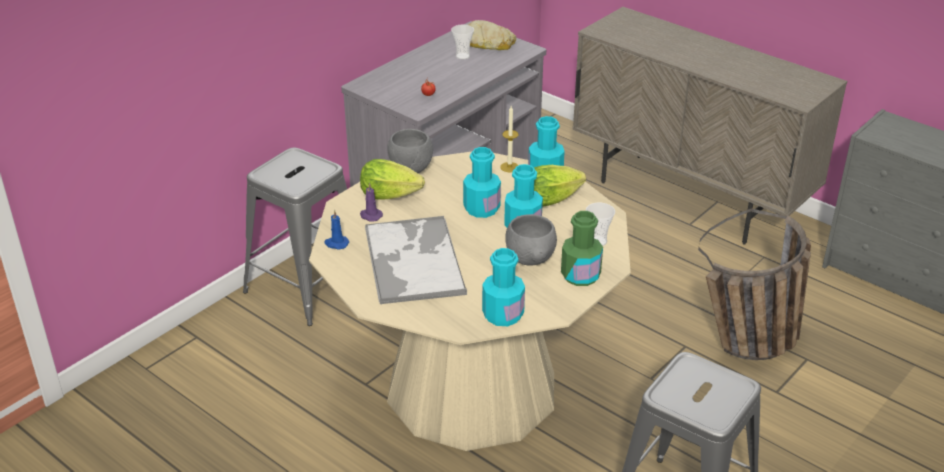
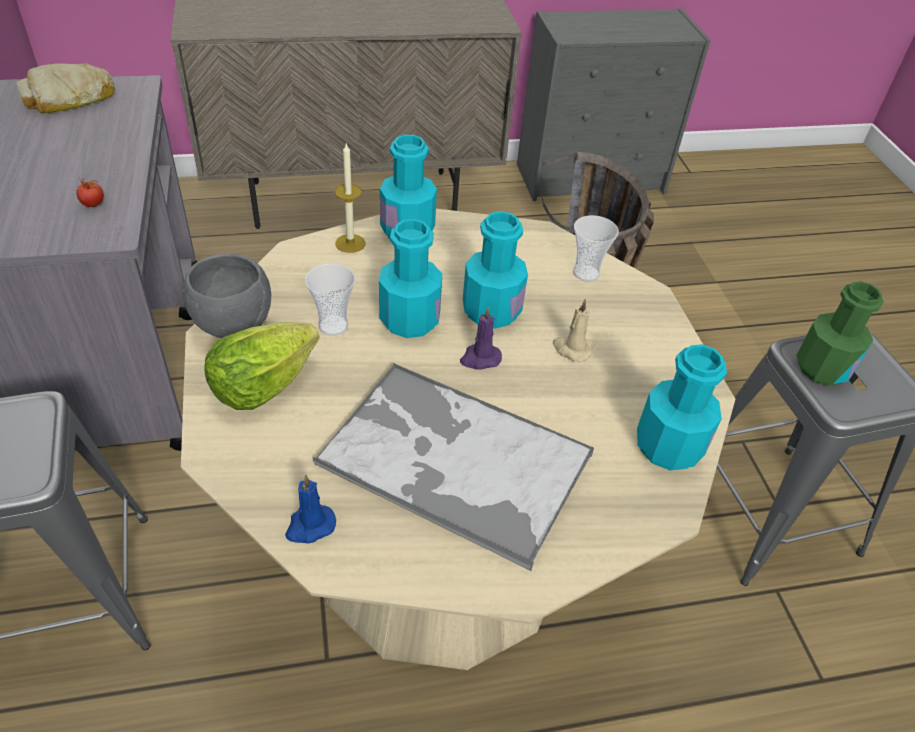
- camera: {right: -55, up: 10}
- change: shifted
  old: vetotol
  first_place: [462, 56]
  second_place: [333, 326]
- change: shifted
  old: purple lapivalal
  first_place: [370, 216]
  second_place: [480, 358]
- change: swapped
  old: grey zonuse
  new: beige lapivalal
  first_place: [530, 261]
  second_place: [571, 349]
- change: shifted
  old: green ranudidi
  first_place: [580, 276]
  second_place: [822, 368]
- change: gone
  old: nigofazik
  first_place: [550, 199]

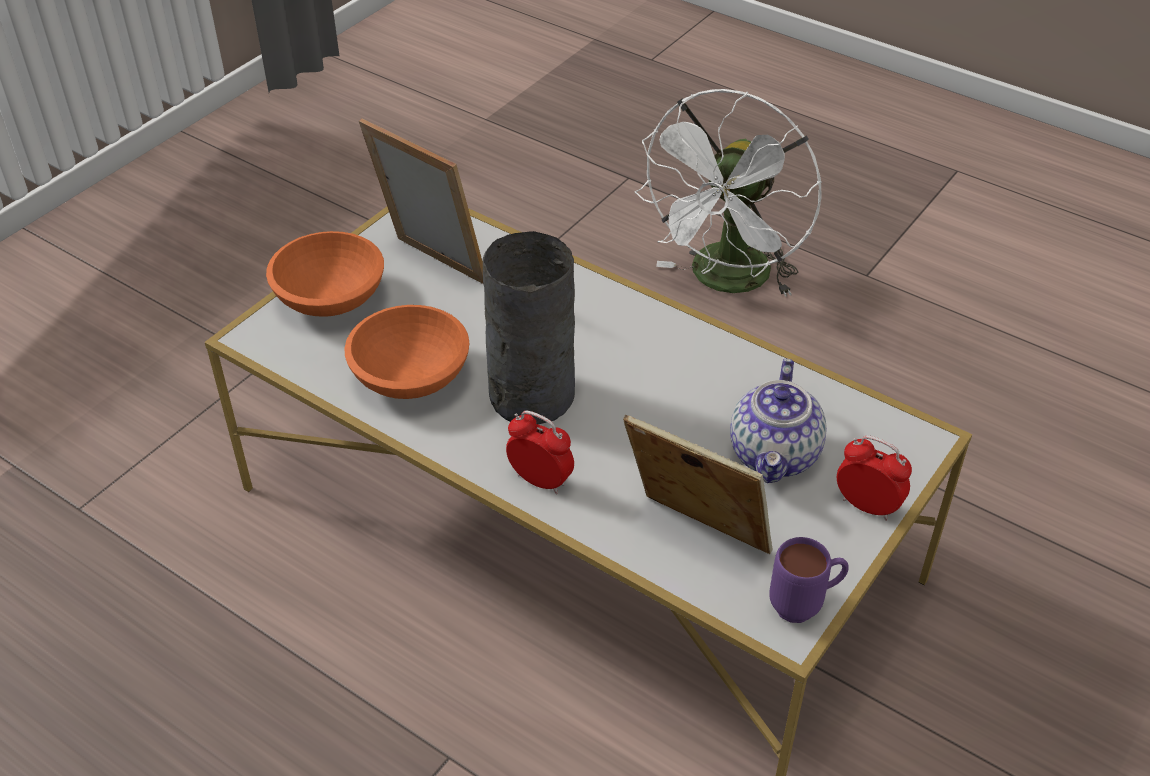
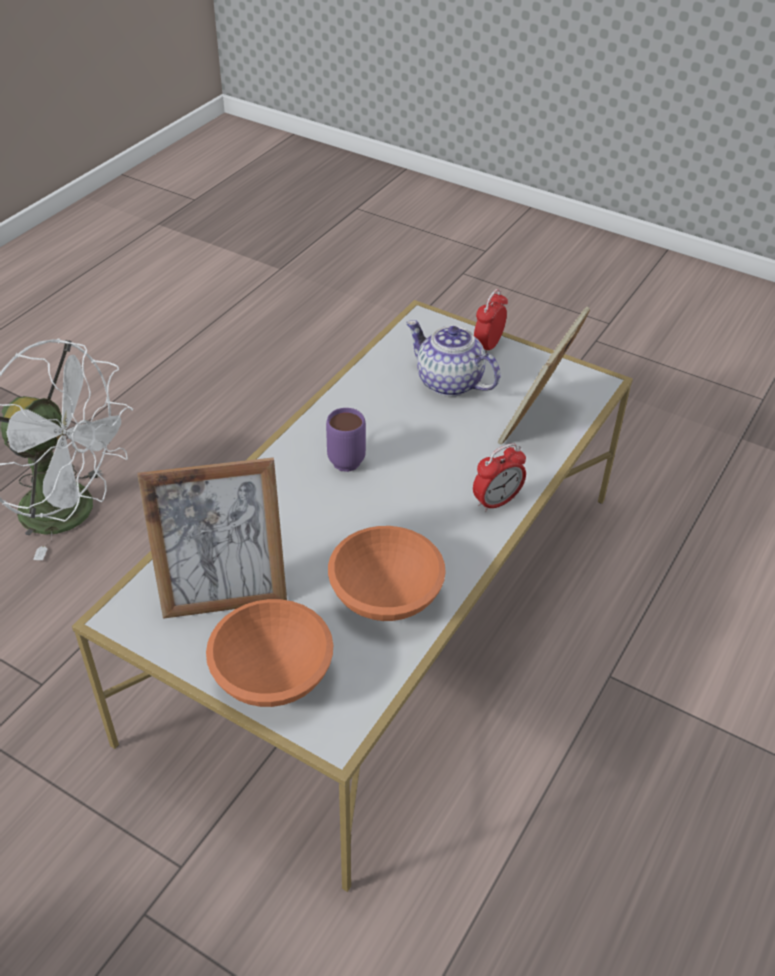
- camera: {right: -95, up: 0}
- change: rotated
  old: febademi
  first_place: [431, 268]
  second_place: [224, 596]
  degrees: -135
- change: shifted
  old: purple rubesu
  first_place: [805, 606]
  second_place: [344, 457]
- change: rotated
  old: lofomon
  first_place: [775, 455]
  second_place: [448, 382]
  degrees: -150
- change: rotated
  old: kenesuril
  first_place: [540, 480]
  second_place: [496, 501]
  degrees: -150
- change: gone
  old: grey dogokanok
  first_place: [529, 396]

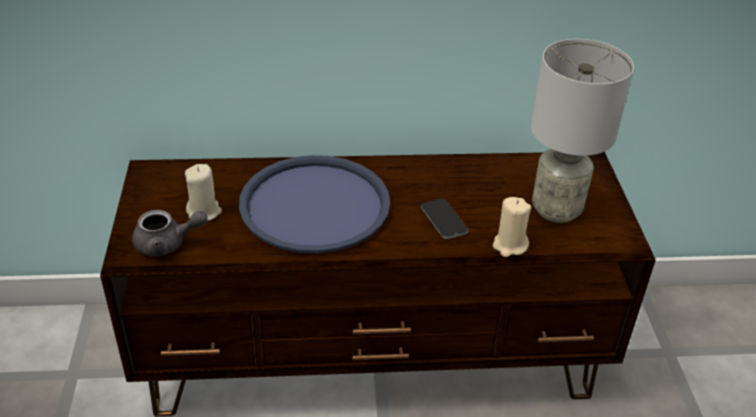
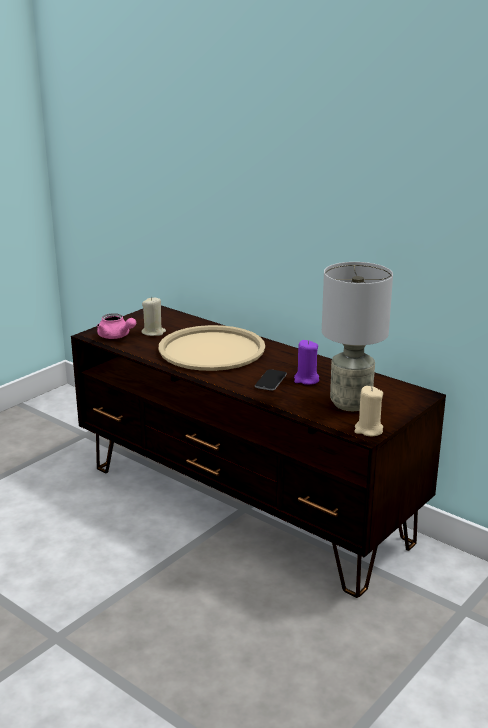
- camera: {right: 45, up: -15}
- change: repainted
  old: grey lofomon
  new: pink lofomon
  first_place: [167, 244]
  second_place: [116, 336]
- change: repainted
  old: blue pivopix
  new: beige pivopix
  first_place: [314, 205]
  second_place: [211, 350]
- change: new
  new: purple lapivalal
  second_place: [306, 380]
- change: shifted
  old: beige lapivalal
  first_place: [509, 245]
  second_place: [368, 430]

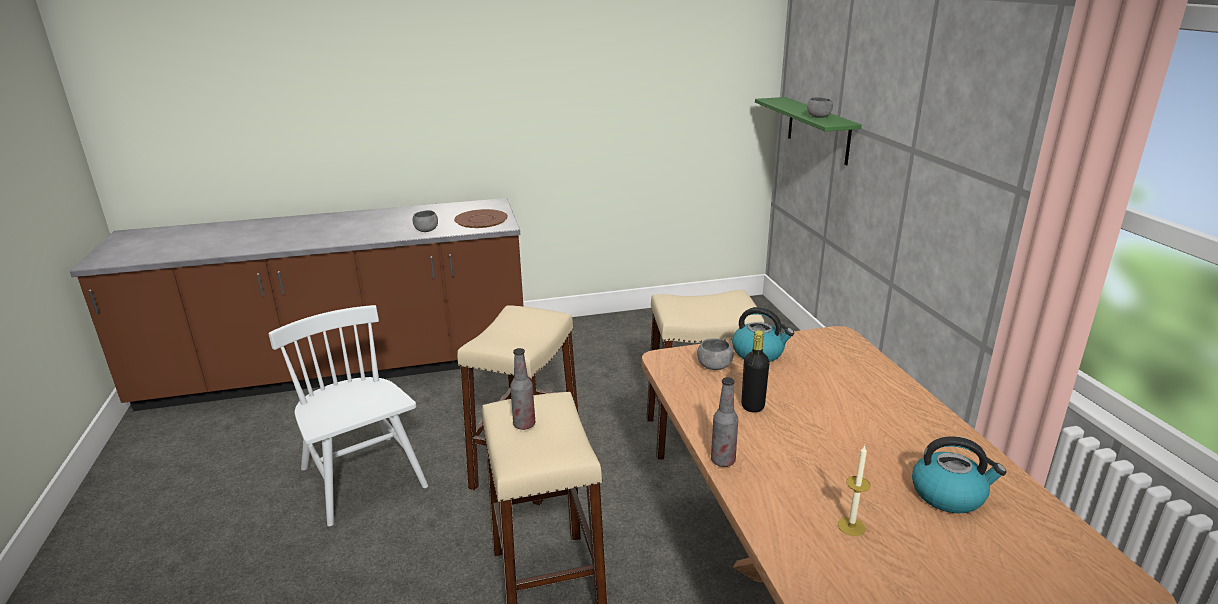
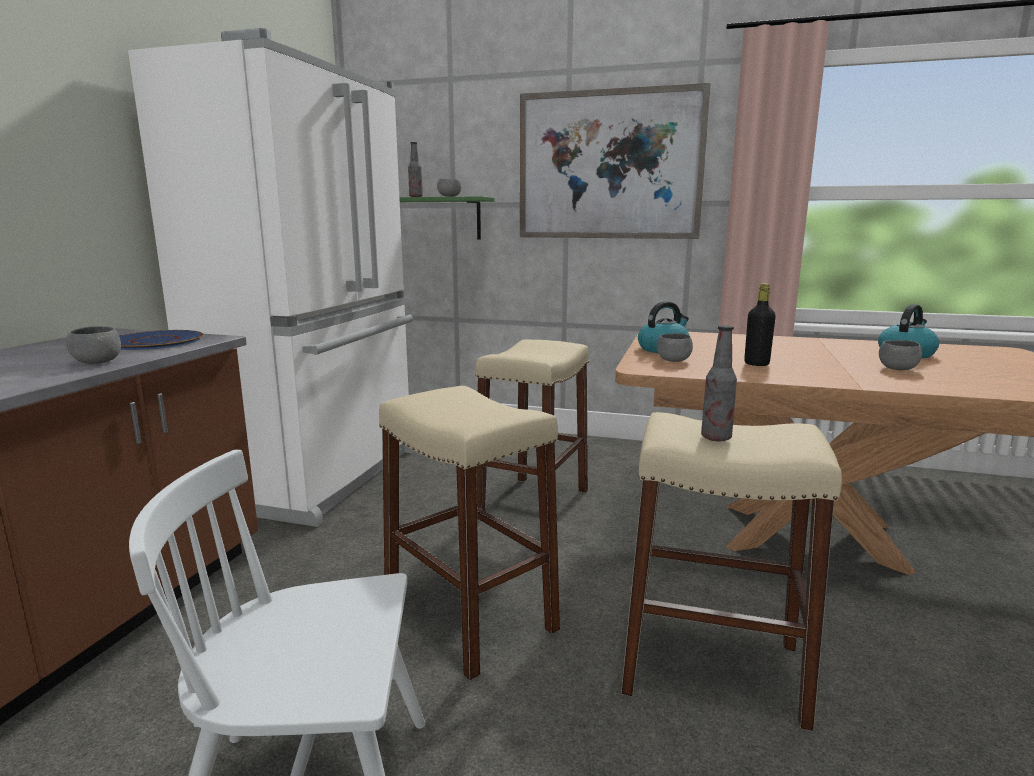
- camera: {right: -60, up: -10}
- change: repainted
  old: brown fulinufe
  new: blue fulinufe
  first_place: [481, 220]
  second_place: [156, 341]
- change: new
  new: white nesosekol
  second_place: [321, 477]
- change: shifted
  old: ranudidi
  first_place: [723, 461]
  second_place: [416, 197]
- change: new
  new: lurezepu
  second_place: [609, 165]
- change: new
  new: grey zonuse
  second_place: [897, 369]
- change: gone
  old: lapivalal
  first_place: [851, 526]

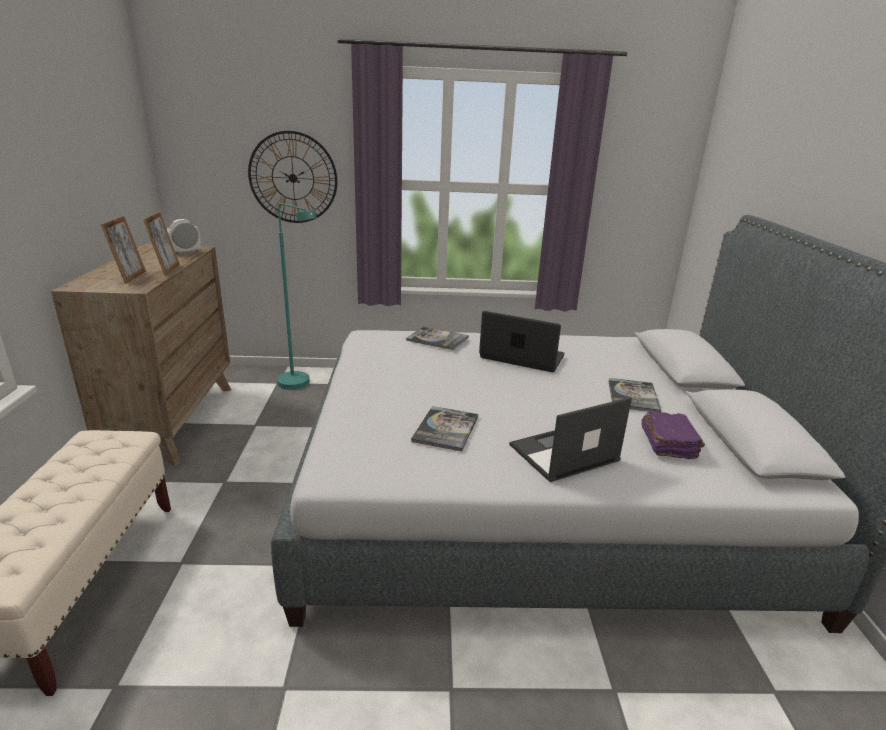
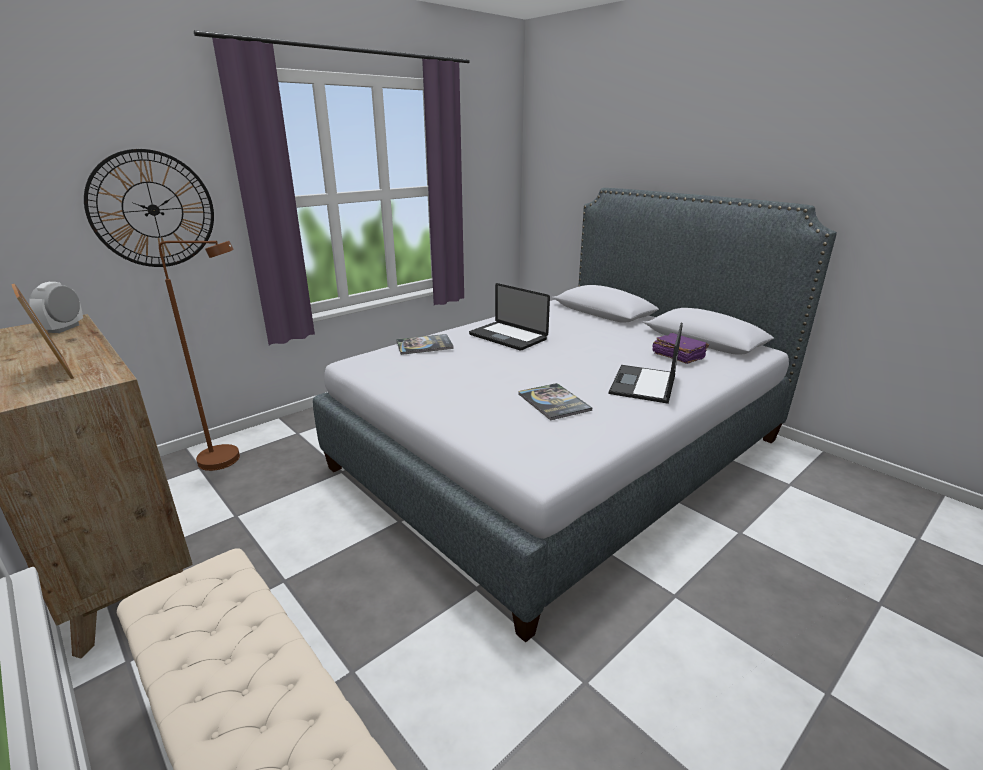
- camera: {right: -40, up: 0}
- change: repainted
  old: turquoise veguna
  new: brown veguna
  first_place: [300, 385]
  second_place: [231, 459]
- change: rotated
  old: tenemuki
  first_place: [522, 357]
  second_place: [507, 337]
  degrees: -120
- change: gone
  old: febademi
  first_place: [166, 270]
- change: gone
  old: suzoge
  first_place: [633, 396]

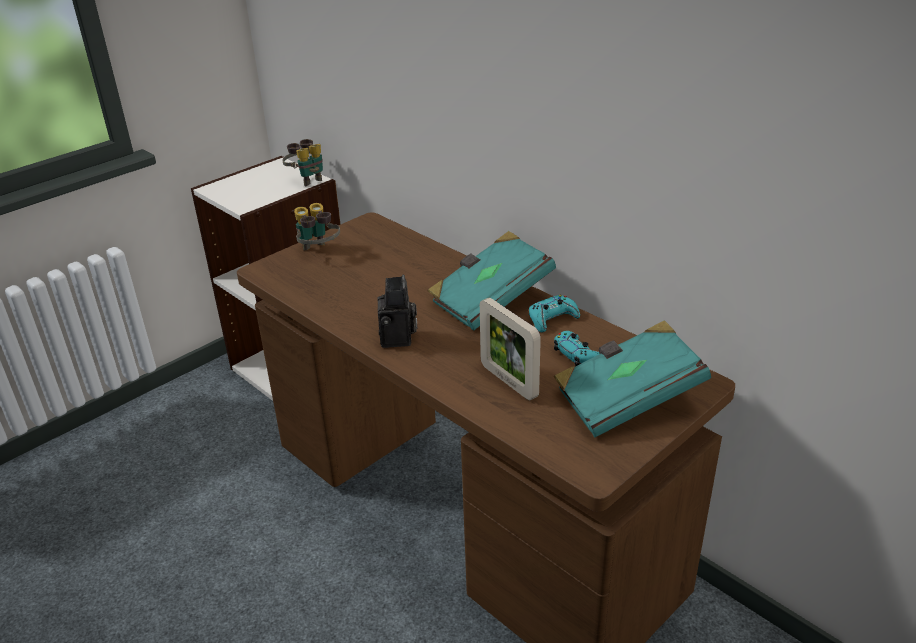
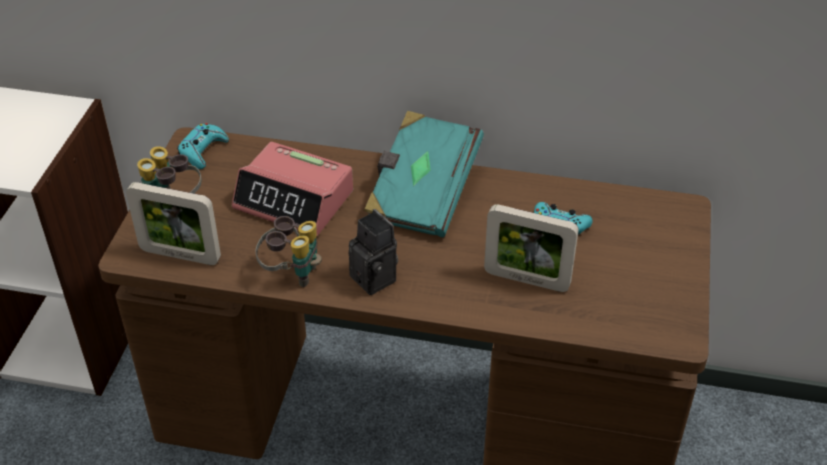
- camera: {right: -35, up: 10}
- change: new
  new: febademi
  second_place: [180, 255]
- change: shifted
  old: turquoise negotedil
  first_place: [552, 319]
  second_place: [203, 151]
- change: new
  new: kenesuril
  second_place: [294, 200]
- change: shifted
  old: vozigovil
  first_place: [307, 180]
  second_place: [292, 273]
- change: gone
  old: turquoise suzoge
  first_place: [626, 399]

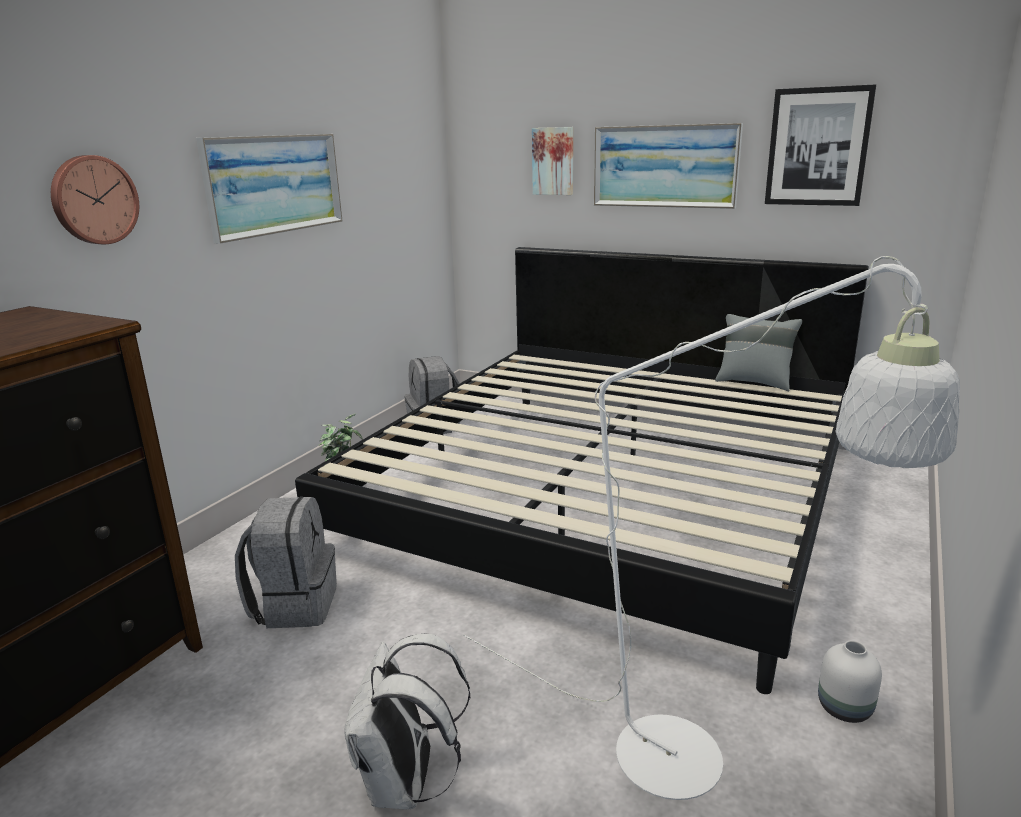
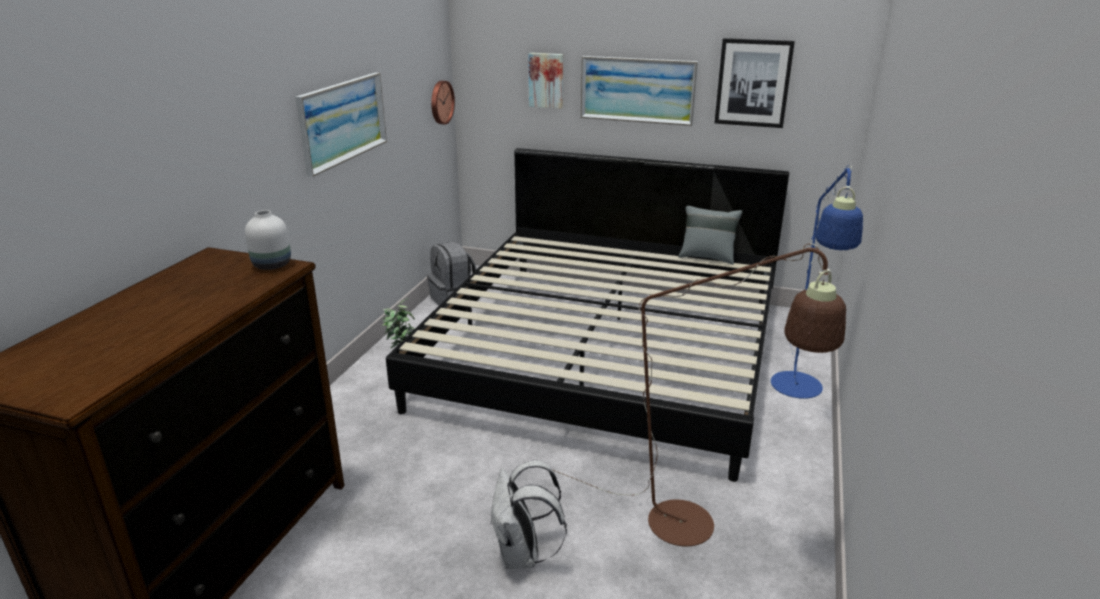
- camera: {right: -10, up: 5}
- change: shifted
  old: white dogokanok
  first_place: [844, 707]
  second_place: [272, 264]
- change: shifted
  old: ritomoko
  first_place: [93, 200]
  second_place: [440, 102]
- change: repainted
  old: white veguna
  new: brown veguna
  first_place: [695, 769]
  second_place: [698, 528]
- change: new
  new: blue veguna
  second_place: [798, 392]
- change: gone
  old: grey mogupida
  first_place: [294, 605]

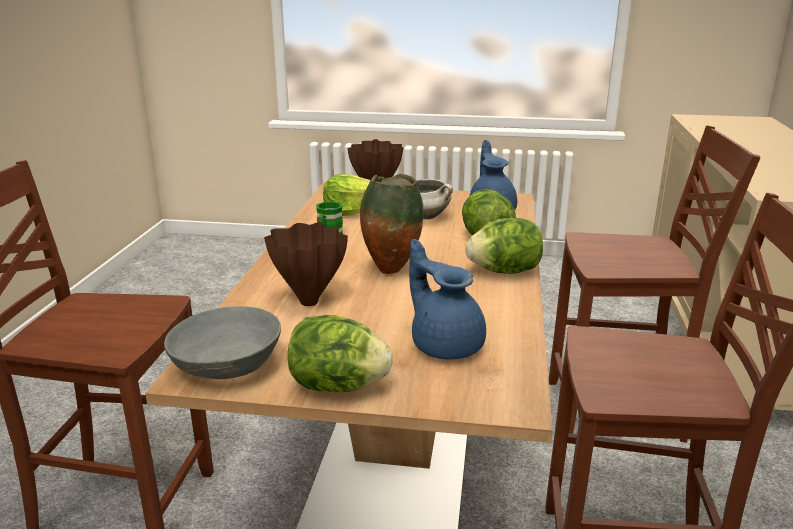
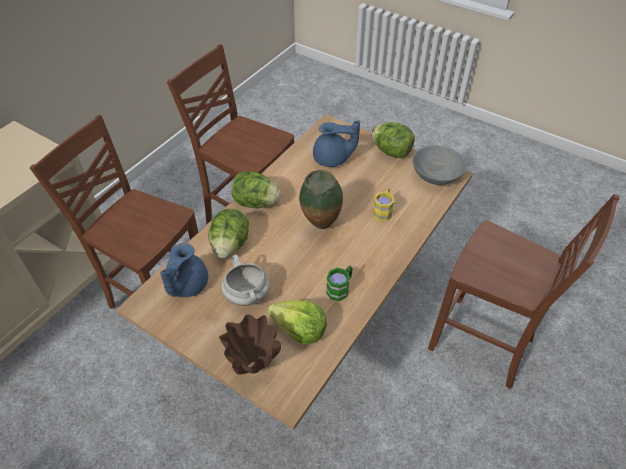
- camera: {right: -155, up: 25}
- change: rotated
  old: blue lofomon
  first_place: [445, 344]
  second_place: [332, 159]
  degrees: -75
- change: swapped
  old: brown dogokanok
  new: yellow rubesu
  first_place: [309, 301]
  second_place: [383, 211]

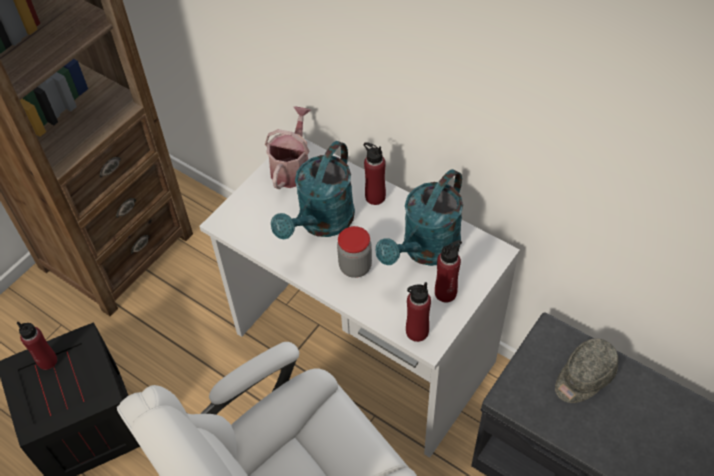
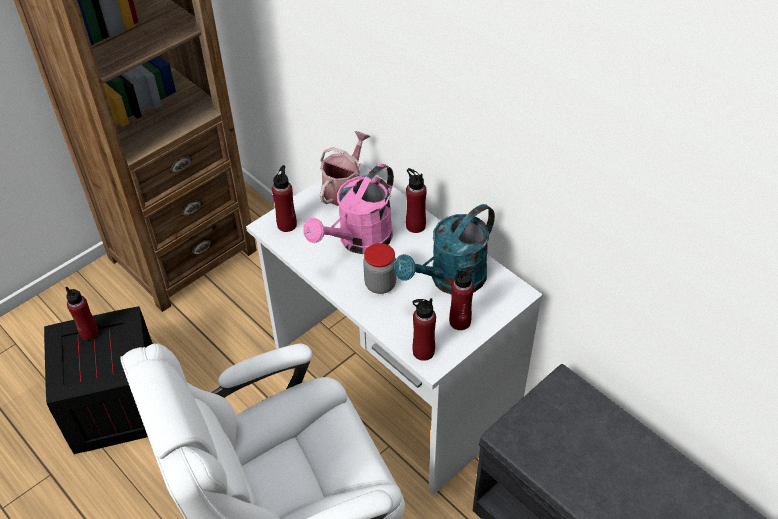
- camera: {right: 10, up: -5}
- change: new
  new: red ranudidi
  second_place: [287, 224]
- change: repainted
  old: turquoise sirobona
  new: pink sirobona
  first_place: [321, 223]
  second_place: [359, 241]
- change: gone
  old: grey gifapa
  first_place: [583, 377]

